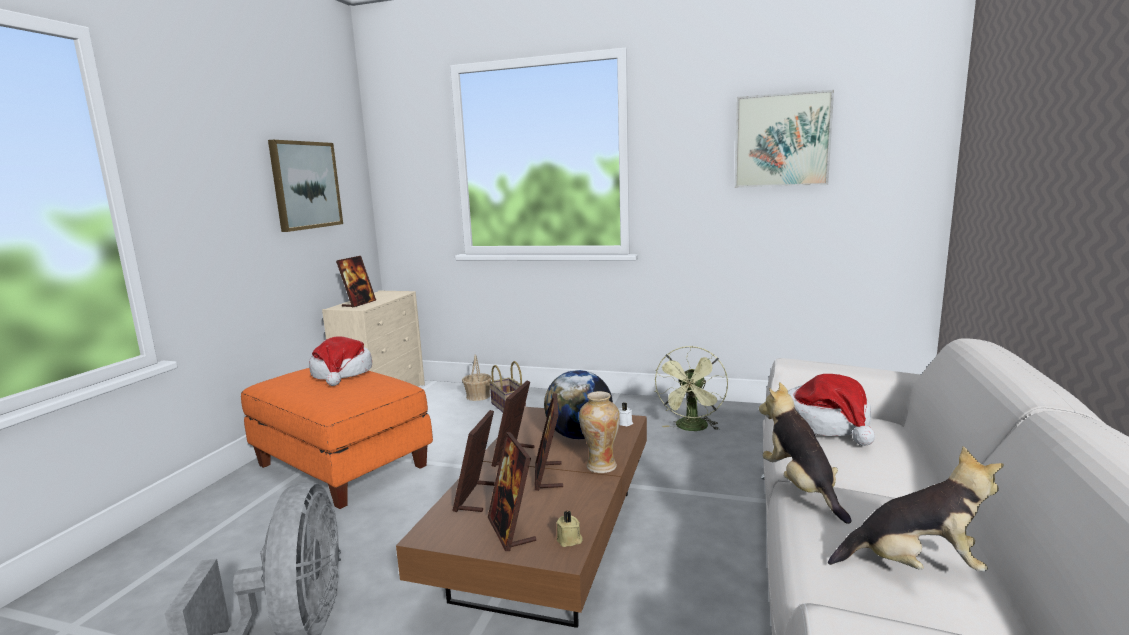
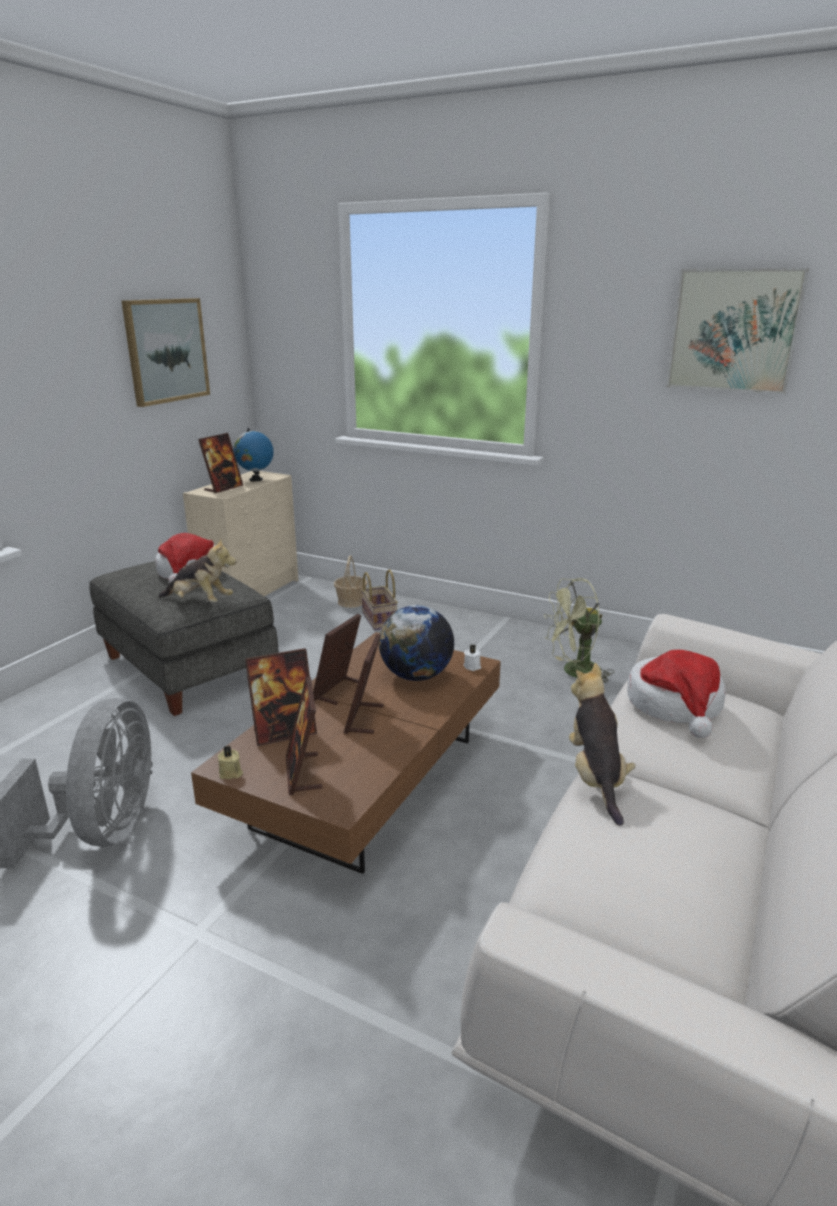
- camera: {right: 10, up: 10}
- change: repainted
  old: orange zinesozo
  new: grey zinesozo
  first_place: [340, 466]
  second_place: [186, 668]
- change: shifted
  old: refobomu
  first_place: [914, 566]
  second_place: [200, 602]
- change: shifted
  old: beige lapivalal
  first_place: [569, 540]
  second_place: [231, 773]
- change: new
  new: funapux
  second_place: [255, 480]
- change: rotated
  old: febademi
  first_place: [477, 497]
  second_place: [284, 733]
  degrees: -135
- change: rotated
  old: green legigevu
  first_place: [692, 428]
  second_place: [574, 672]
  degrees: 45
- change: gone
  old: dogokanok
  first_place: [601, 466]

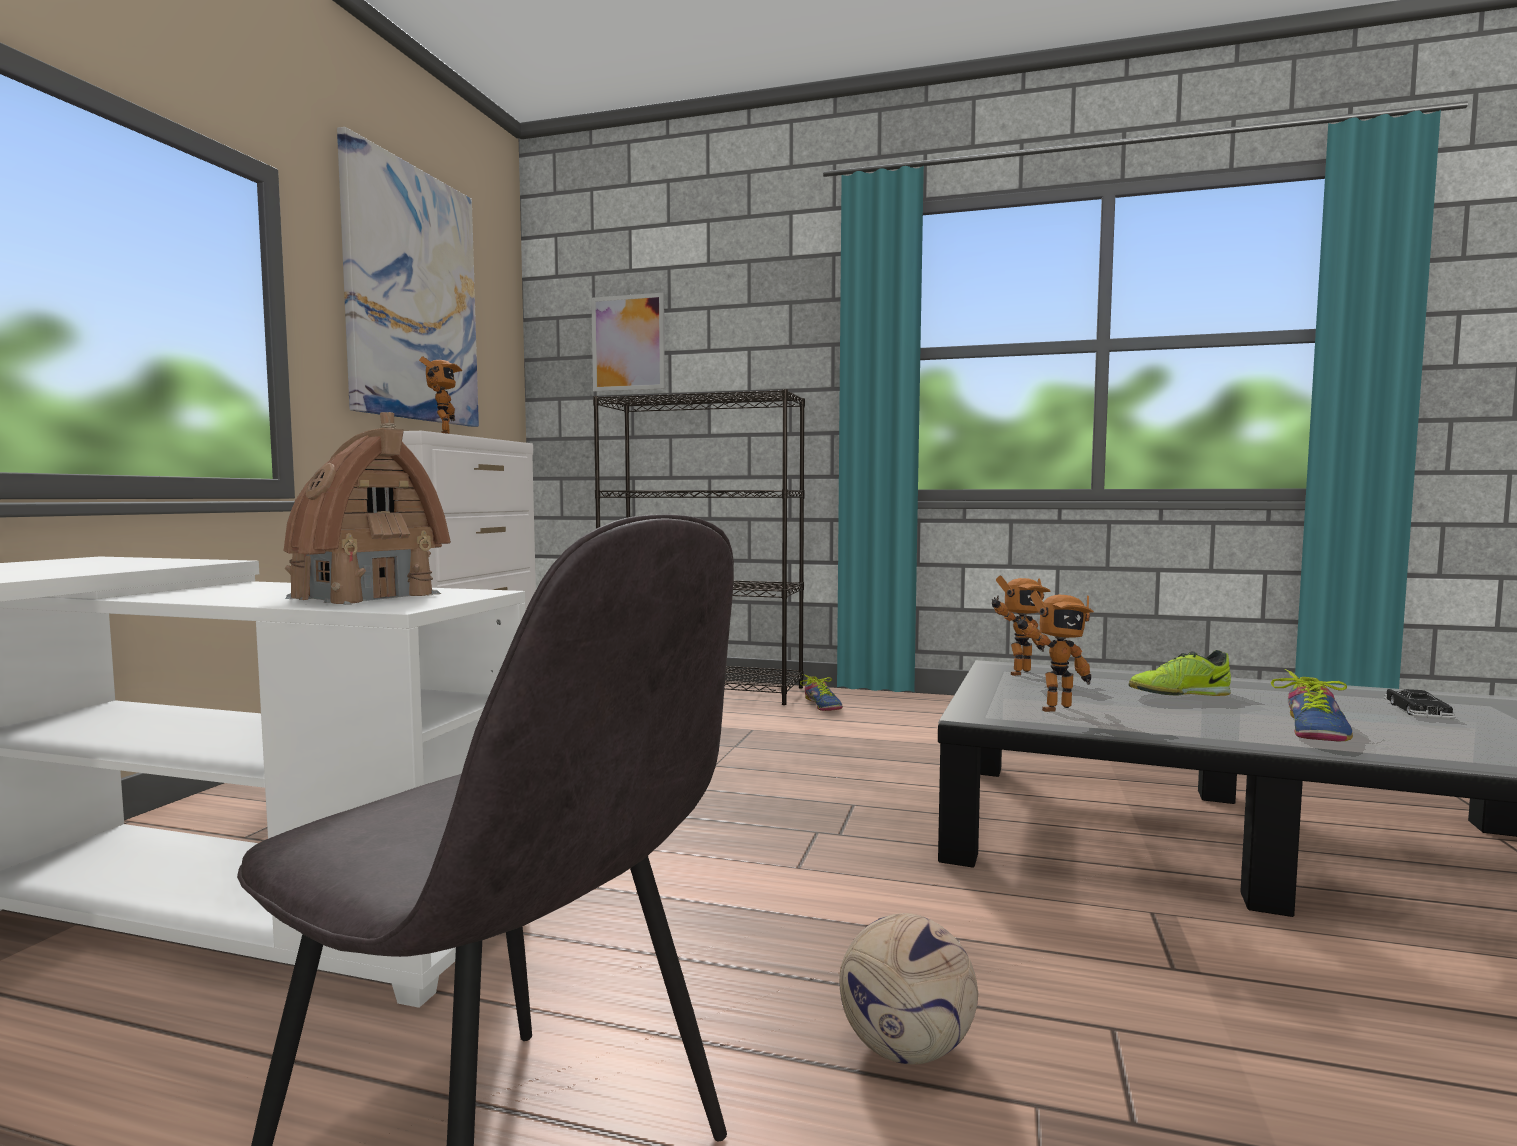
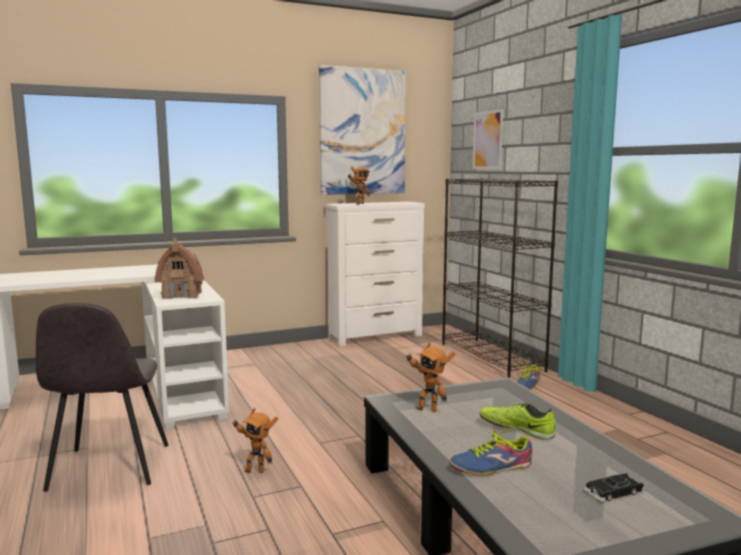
- camera: {right: 50, up: 5}
- change: shifted
  old: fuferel
  first_place: [1016, 672]
  second_place: [255, 470]
- change: gone
  old: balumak
  first_place: [904, 1050]

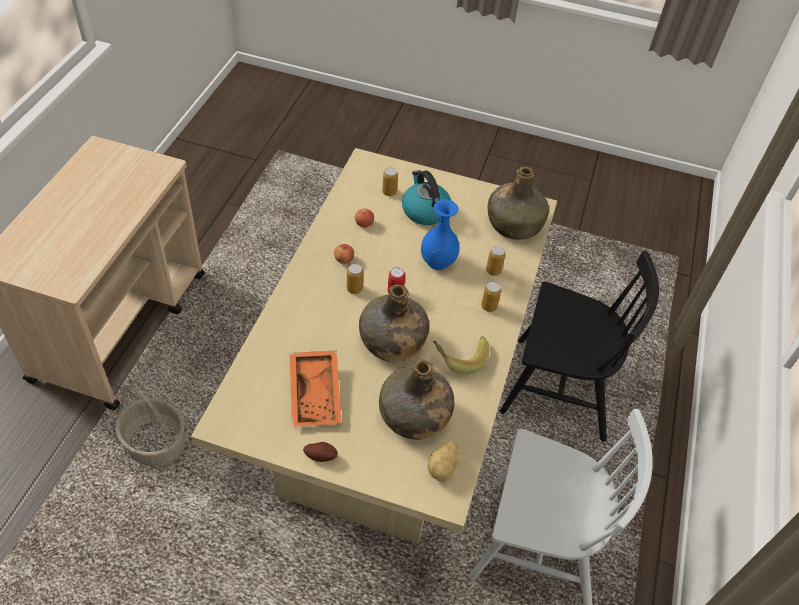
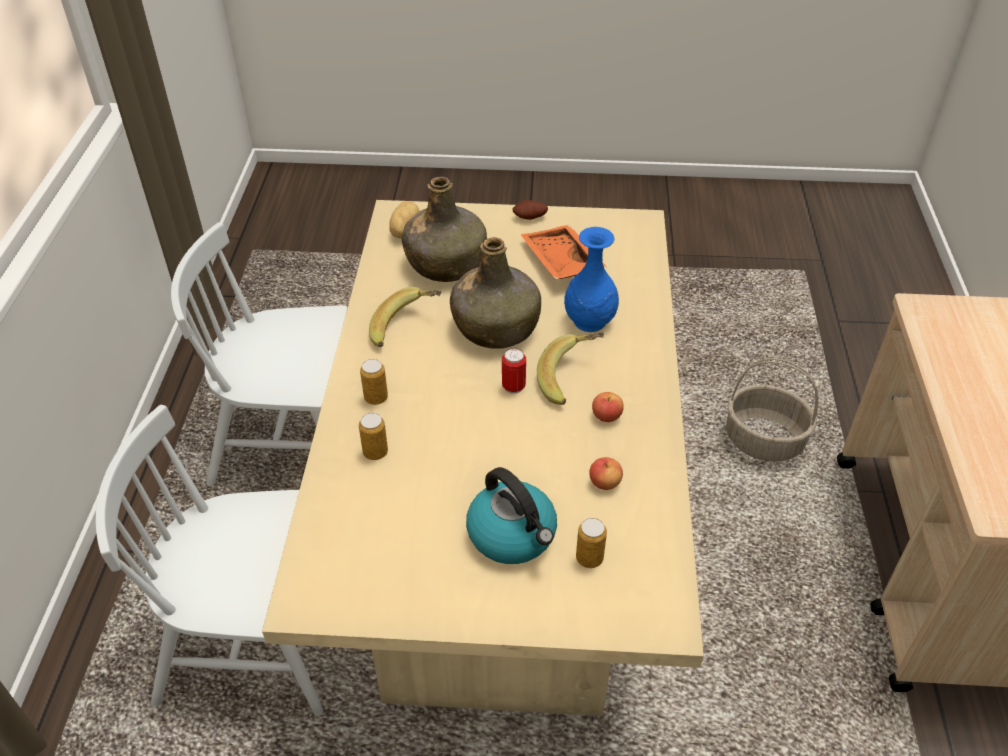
- camera: {right: 170, up: -5}
- change: repainted
  old: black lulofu
  new: white lulofu
  first_place: [558, 389]
  second_place: [255, 640]
- change: swapped
  old: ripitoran
  new: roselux
  first_place: [354, 289]
  second_place: [571, 379]
- change: shifted
  old: blue dogokanok
  first_place: [438, 261]
  second_place: [589, 321]
- change: gone
  old: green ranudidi
  first_place: [514, 224]

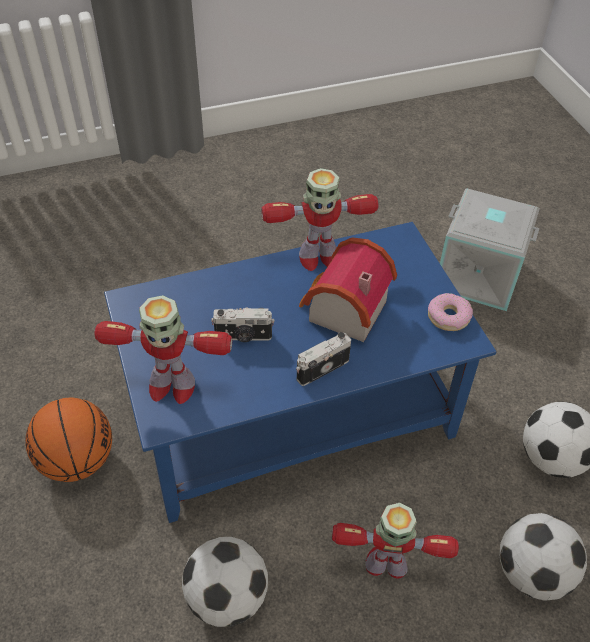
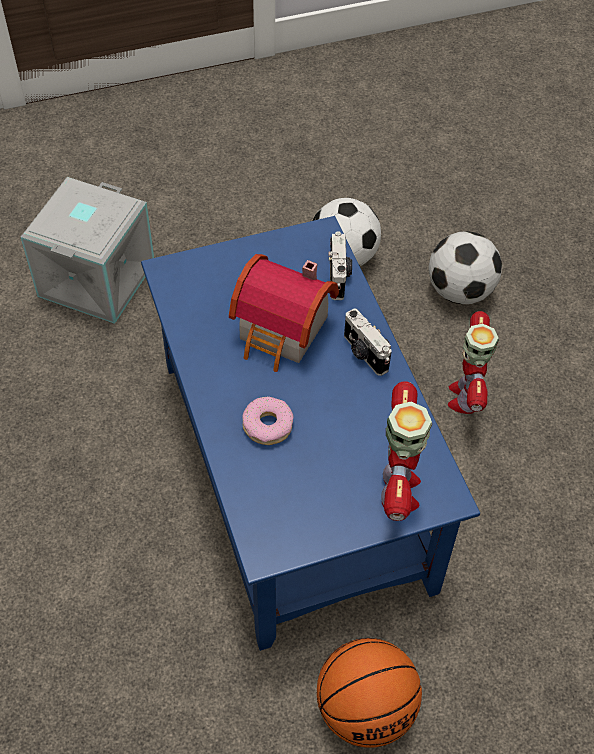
- camera: {right: -90, up: 5}
- change: shifted
  old: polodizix
  first_place: [448, 316]
  second_place: [267, 425]
- change: shifted
  old: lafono
  first_place: [243, 337]
  second_place: [339, 277]
- change: gone
  old: balumak
  first_place: [227, 597]
- change: gone
  old: fuferel
  first_place: [318, 258]

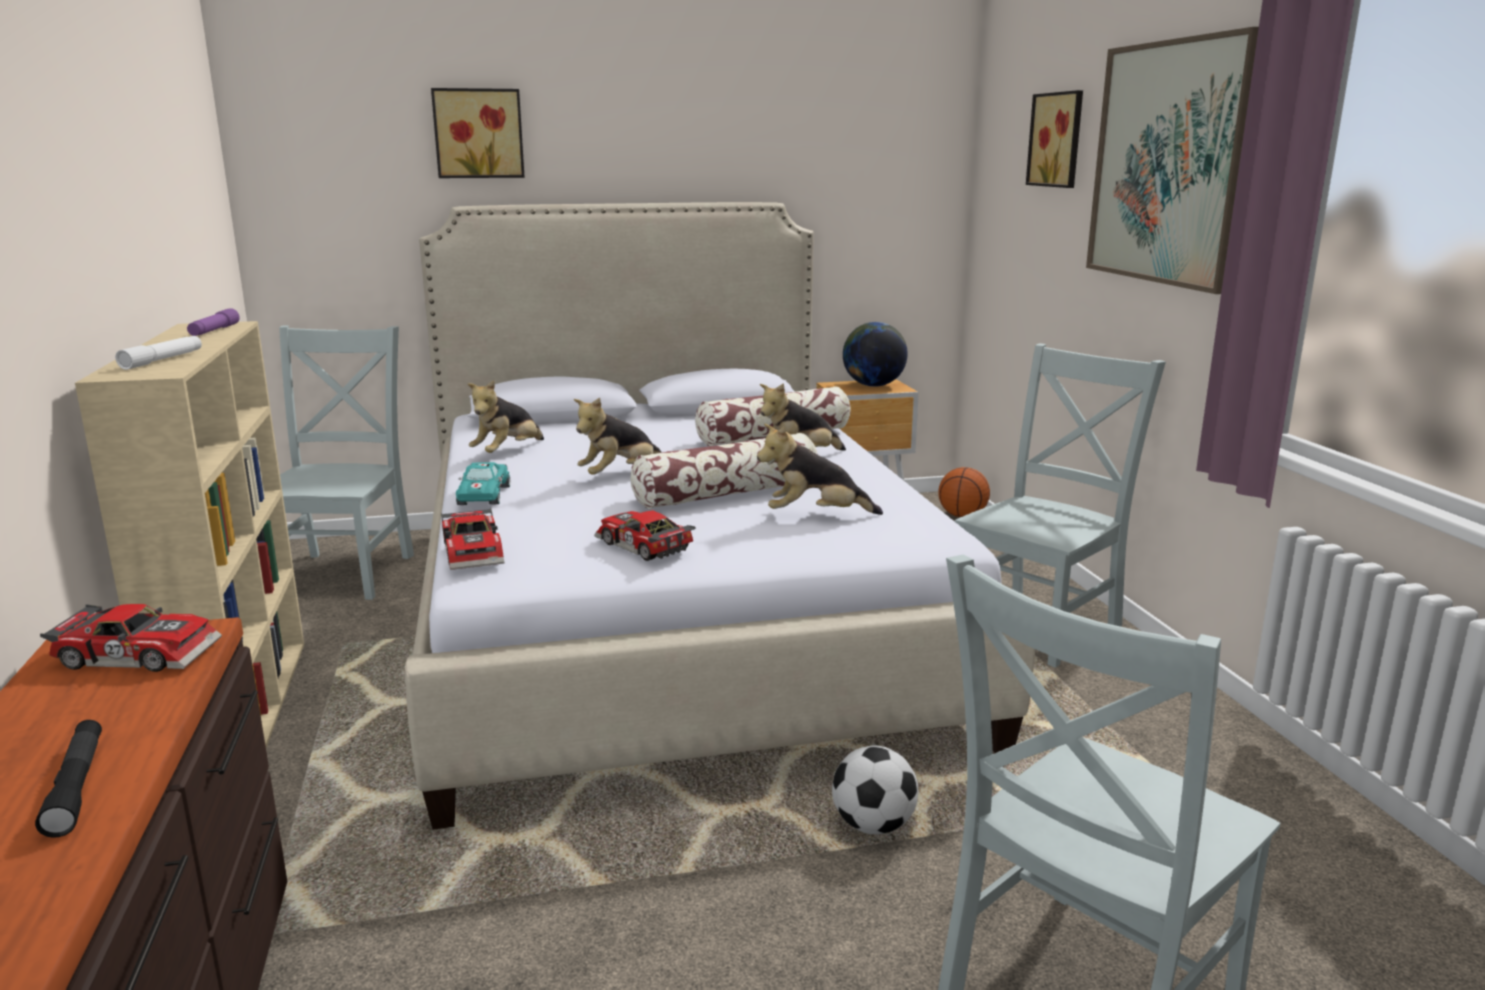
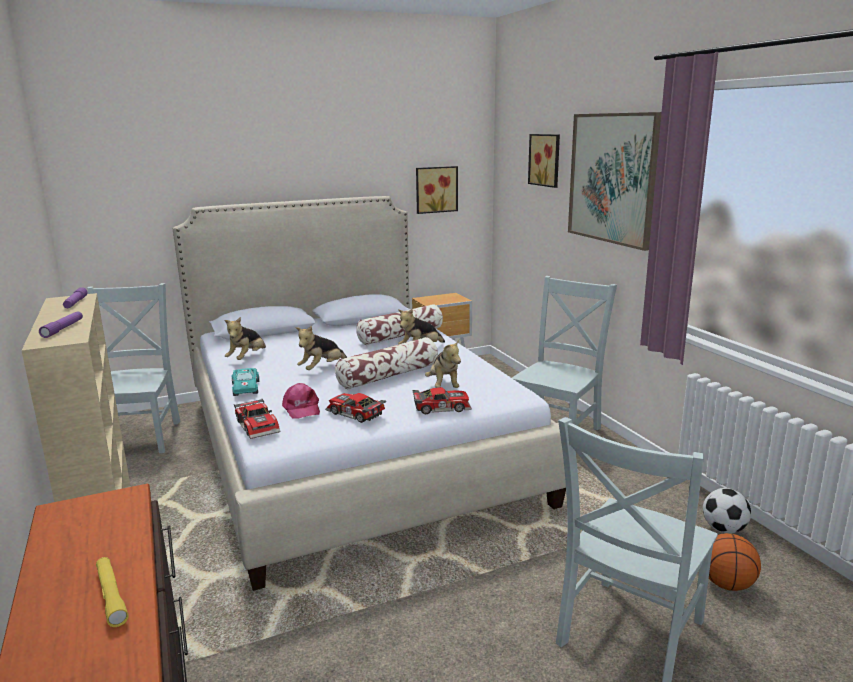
- camera: {right: -10, up: 0}
- change: repainted
  old: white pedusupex
  new: purple pedusupex
  first_place: [162, 360]
  second_place: [63, 329]
- change: repainted
  old: black pedusupex
  new: yellow pedusupex
  first_place: [76, 786]
  second_place: [111, 596]
- change: new
  new: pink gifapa
  second_place: [301, 408]
- change: shifted
  old: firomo
  first_place: [140, 653]
  second_place: [441, 407]
- change: shifted
  old: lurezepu
  first_place: [478, 133]
  second_place: [436, 189]
- change: rotated
  old: refobomu
  first_place: [815, 516]
  second_place: [443, 386]
  degrees: -90
- change: shifted
  old: balumak
  first_place: [873, 825]
  second_place: [724, 529]
- change: shifted
  old: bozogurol
  first_place: [962, 516]
  second_place: [727, 584]
- change: gone
  old: funapux
  first_place: [873, 385]

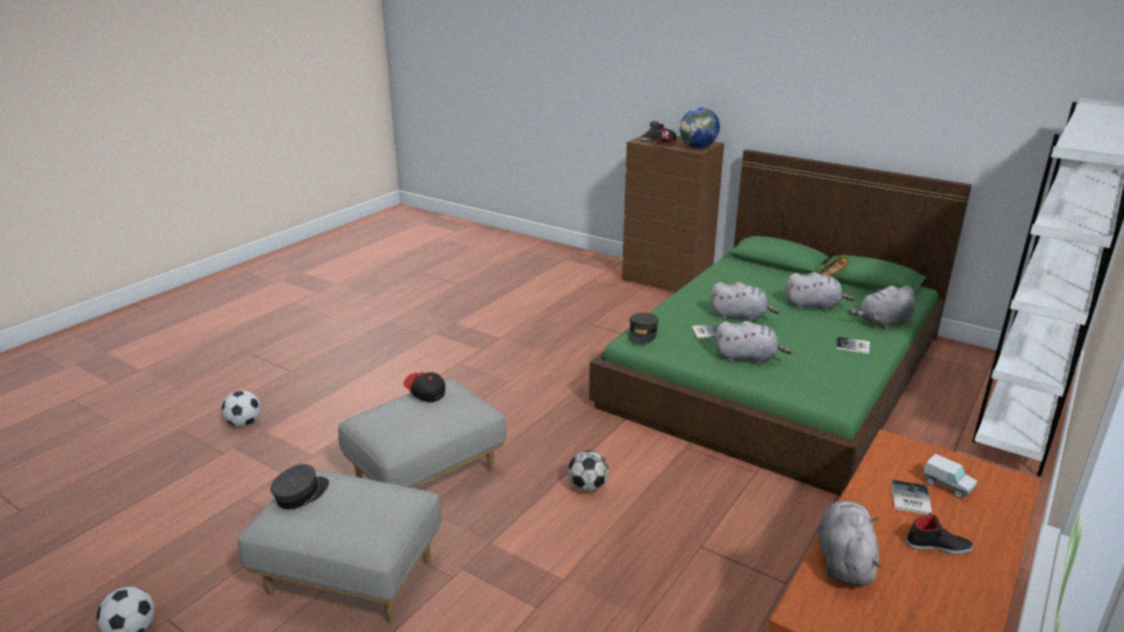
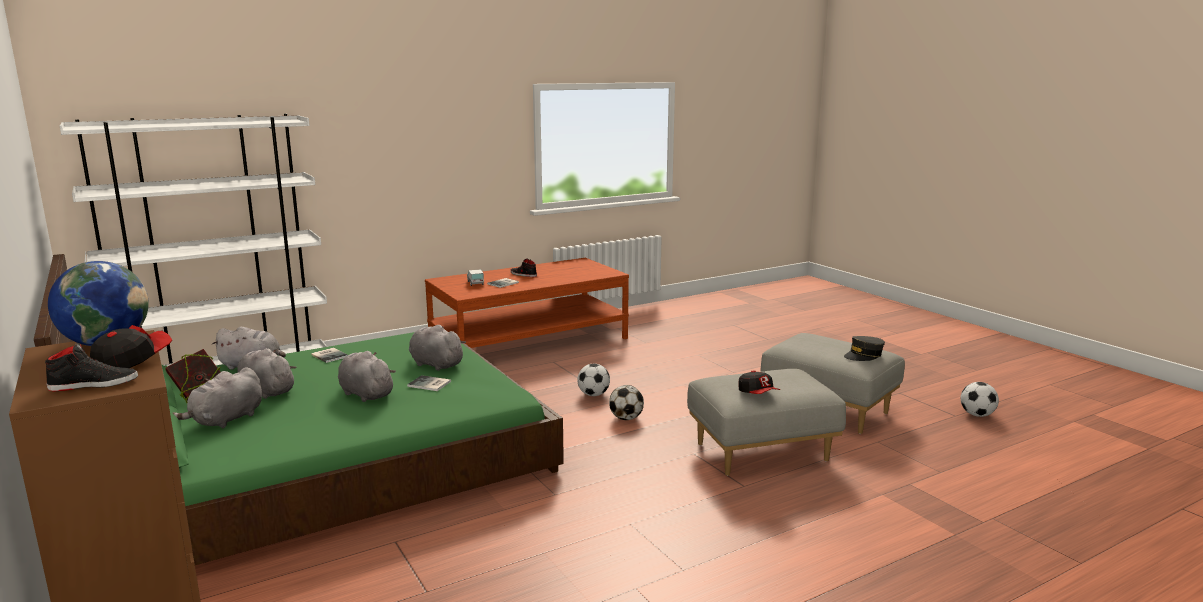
- camera: {right: -155, up: -10}
- change: shifted
  old: grey refobomu
  first_place: [844, 560]
  second_place: [225, 420]
- change: shifted
  old: balumak
  first_place: [244, 423]
  second_place: [593, 395]
- change: gone
  old: grey gifapa
  first_place: [642, 334]

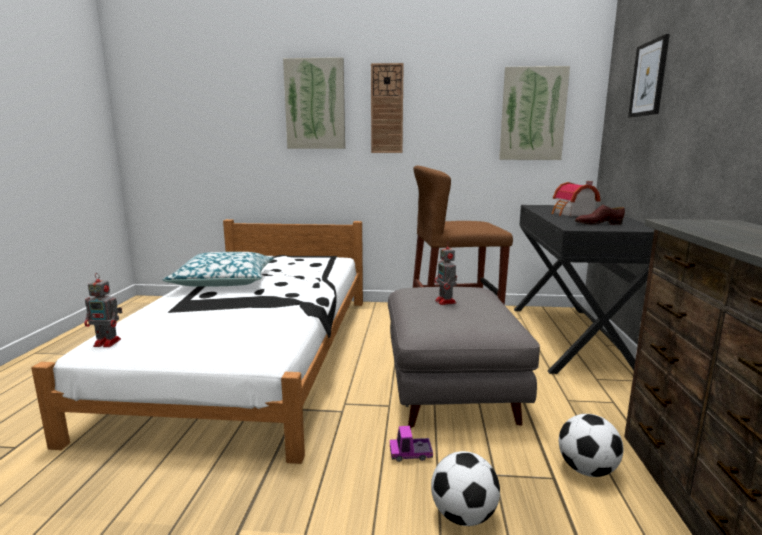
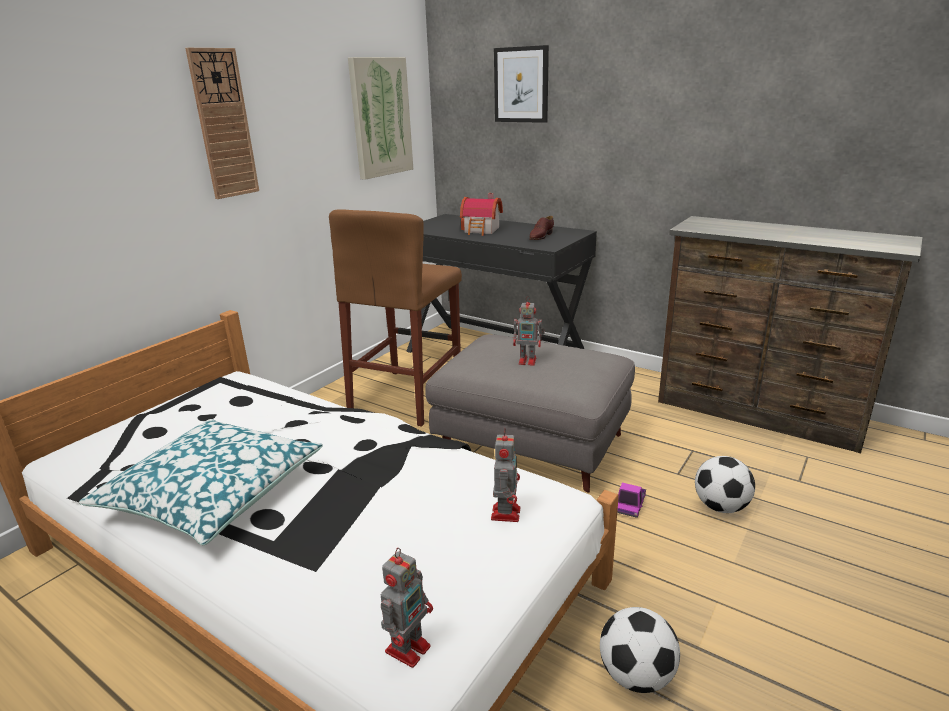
- camera: {right: -60, up: 10}
- change: new
  new: fuferel
  second_place: [506, 512]
- change: shifted
  old: balumak
  first_place: [586, 470]
  second_place: [636, 675]
- change: gone
  old: lurezepu
  first_place: [315, 104]

